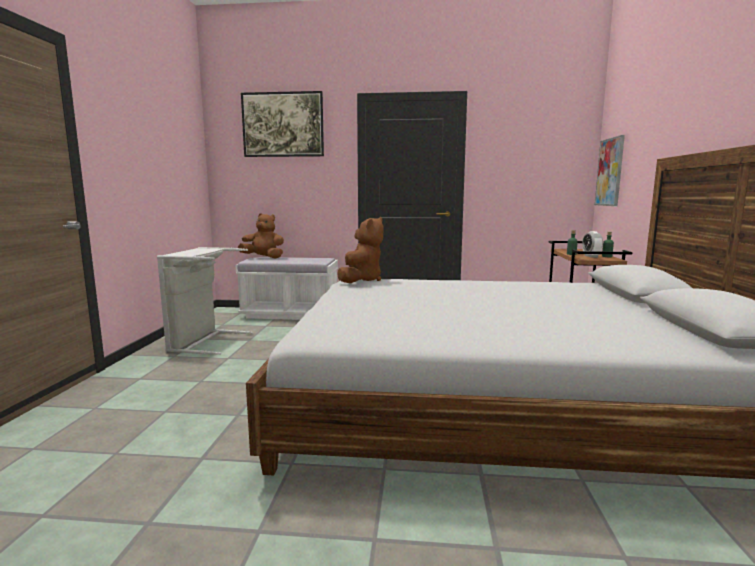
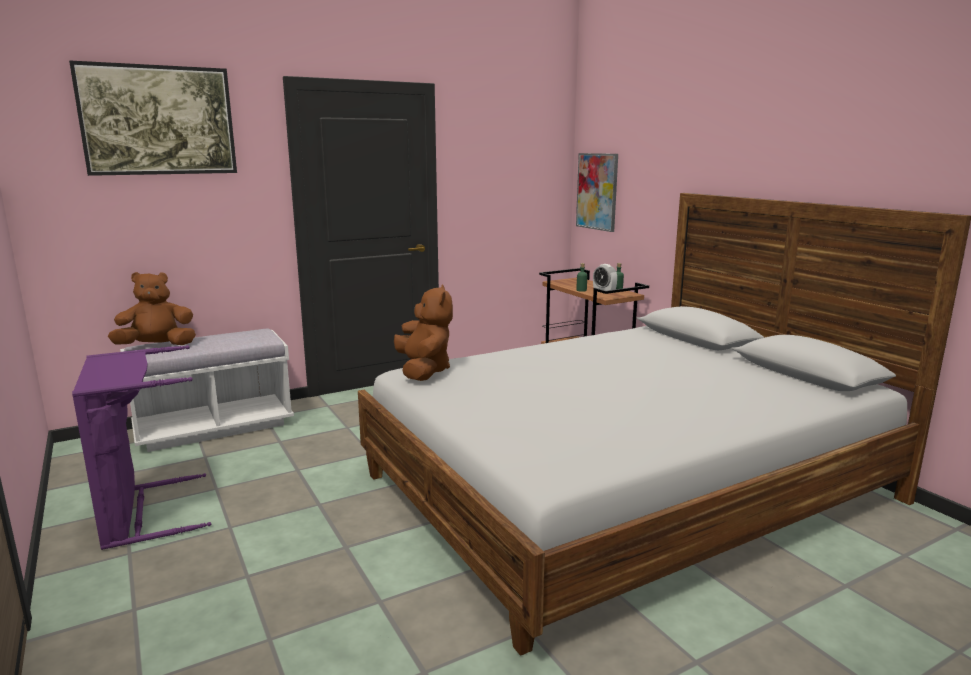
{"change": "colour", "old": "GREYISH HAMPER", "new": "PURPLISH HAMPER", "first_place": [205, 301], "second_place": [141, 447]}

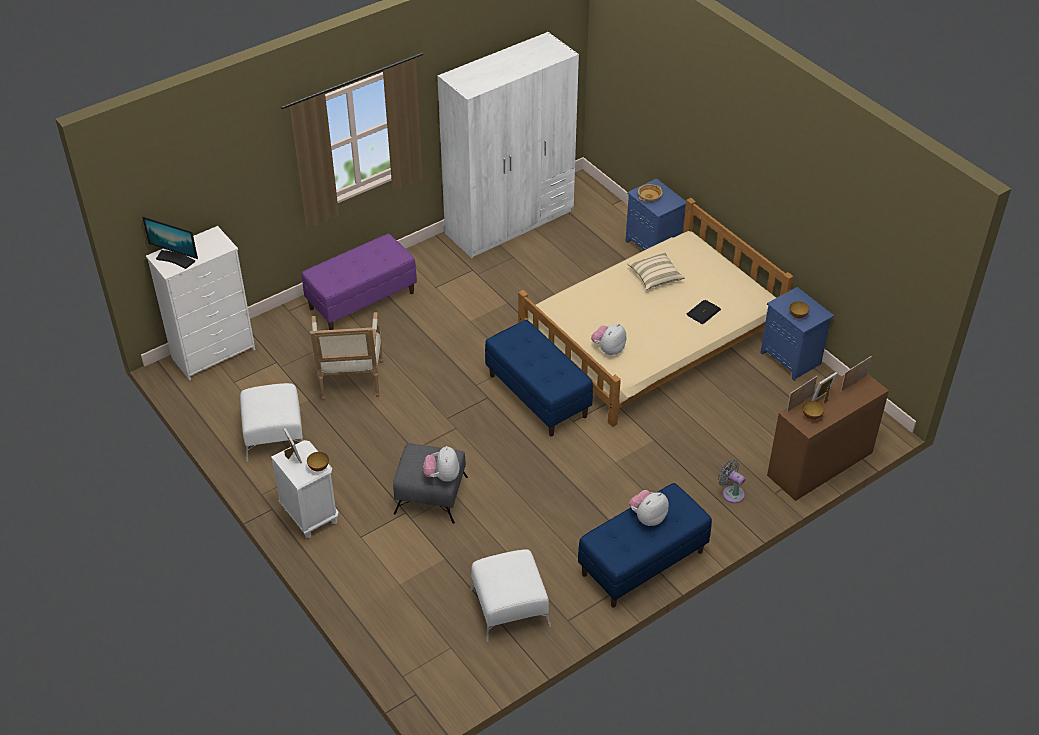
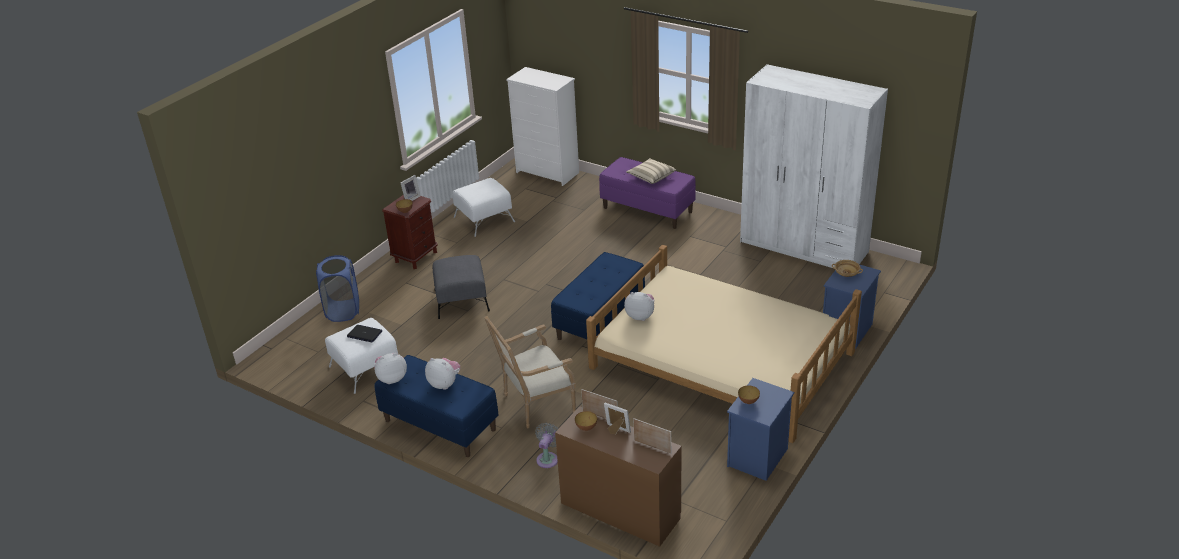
{"change": "appeared", "new": "BLUE-COLOURED HAMPER", "second_place": [337, 288]}
{"change": "relocated", "old": "LAPTOP", "first_place": [704, 312], "second_place": [364, 333]}
{"change": "relocated", "old": "SOFT TOY", "first_place": [441, 464], "second_place": [390, 368]}
{"change": "colour", "old": "WHITE NIGHT TABLE", "new": "BROWN-COLOURED NIGHT TABLE", "first_place": [305, 489], "second_place": [410, 232]}
{"change": "relocated", "old": "EASY CHAIR", "first_place": [346, 356], "second_place": [530, 372]}
{"change": "relocated", "old": "BEIGE THROW PILLOW", "first_place": [656, 271], "second_place": [651, 171]}
{"change": "missing", "old": "COMPUTER SCREEN", "first_place": [170, 243]}

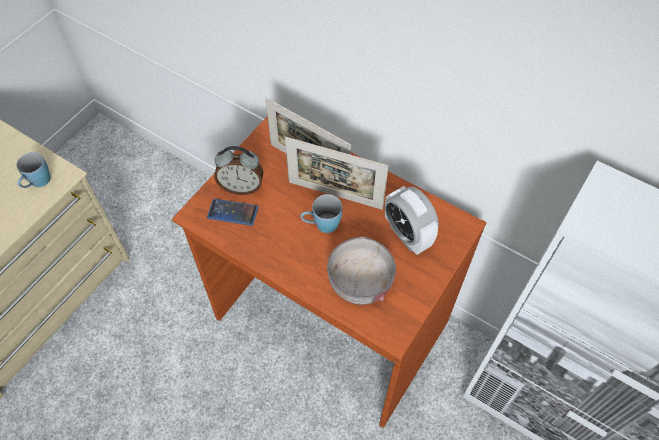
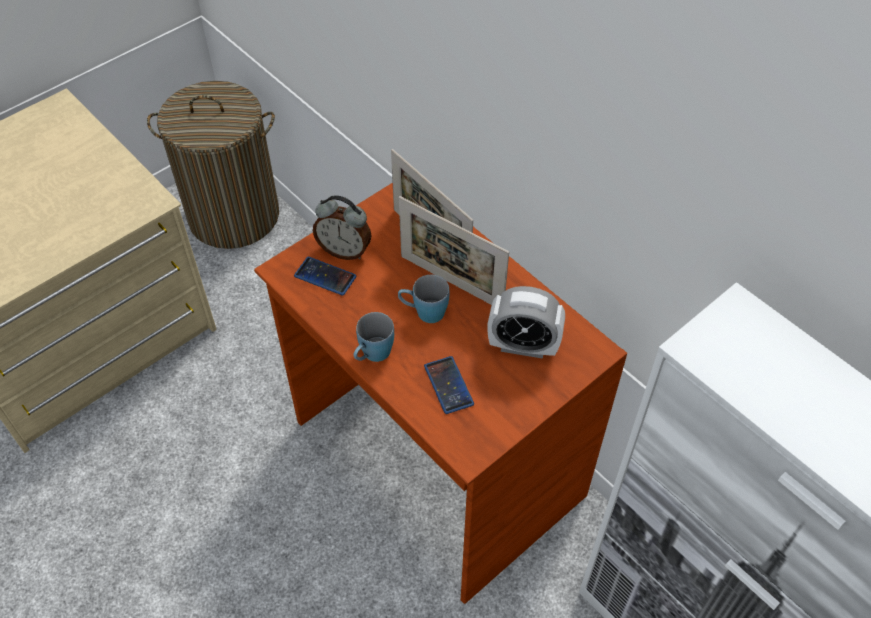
{"change": "appeared", "new": "HAMPER", "second_place": [213, 165]}
{"change": "relocated", "old": "BLUE-COLOURED MUG", "first_place": [33, 170], "second_place": [374, 337]}
{"change": "exchanged", "old": "GREYISH BOWL", "new": "PHONE", "first_place": [361, 271], "second_place": [449, 385]}
{"change": "spun", "old": "TABLE CLOCK", "first_place": [412, 220], "second_place": [526, 322], "degrees": -60}

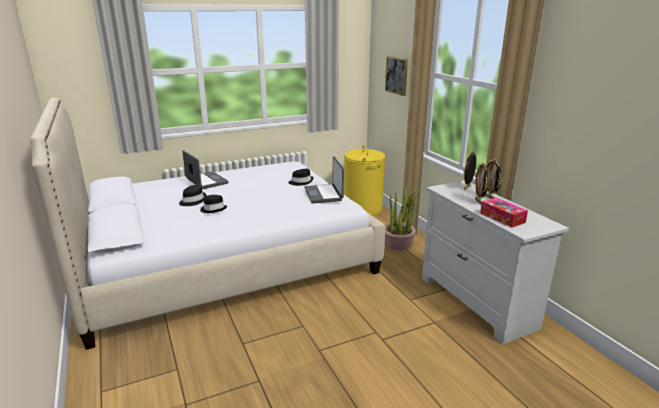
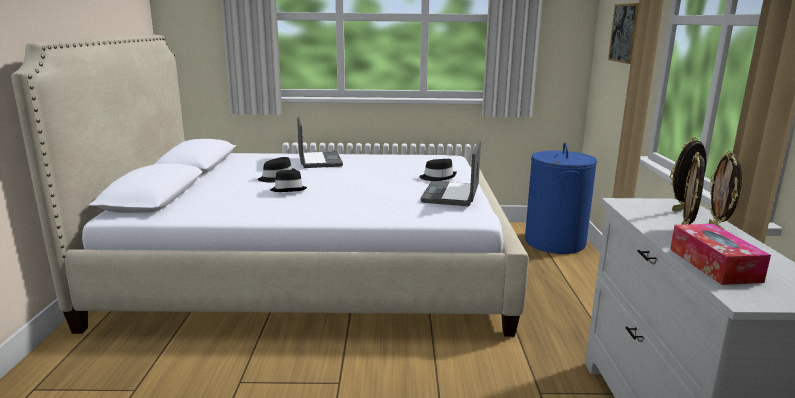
{"change": "colour", "old": "YELLOWISH HAMPER", "new": "BLUE-COLOURED HAMPER", "first_place": [364, 180], "second_place": [561, 198]}
{"change": "missing", "old": "HOUSEPLANT", "first_place": [400, 218]}

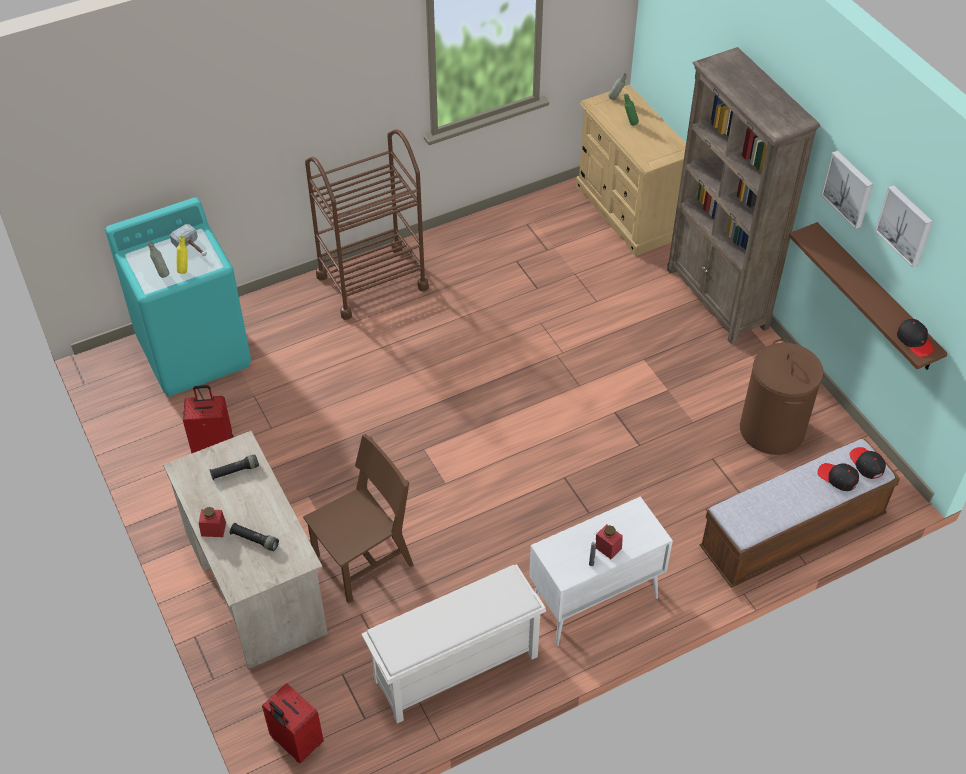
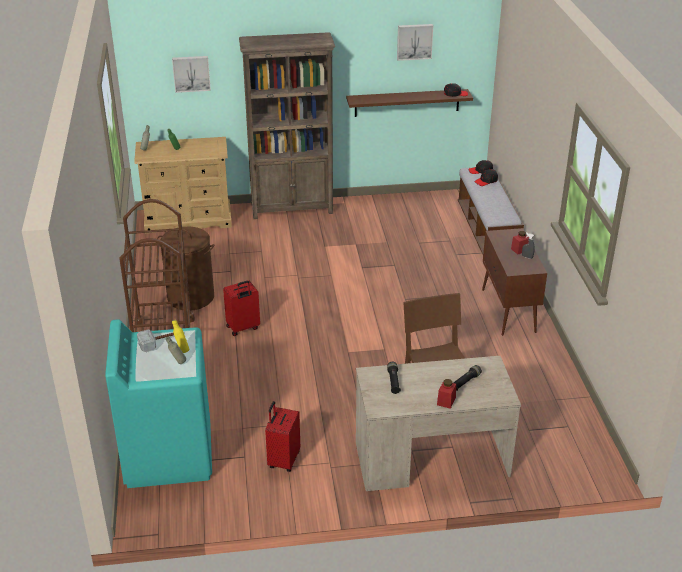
{"change": "relocated", "old": "BROWN-COLOURED HAMPER", "first_place": [782, 397], "second_place": [186, 268]}
{"change": "relocated", "old": "WALL PICTURE", "first_place": [847, 189], "second_place": [191, 74]}
{"change": "relocated", "old": "RED SUITCASE", "first_place": [293, 723], "second_place": [241, 308]}
{"change": "colour", "old": "WHITE STORAGE CABINET", "new": "BROWN-COLOURED STORAGE CABINET", "first_place": [601, 571], "second_place": [514, 282]}
{"change": "missing", "old": "WHITE SHOE RACK", "first_place": [454, 643]}

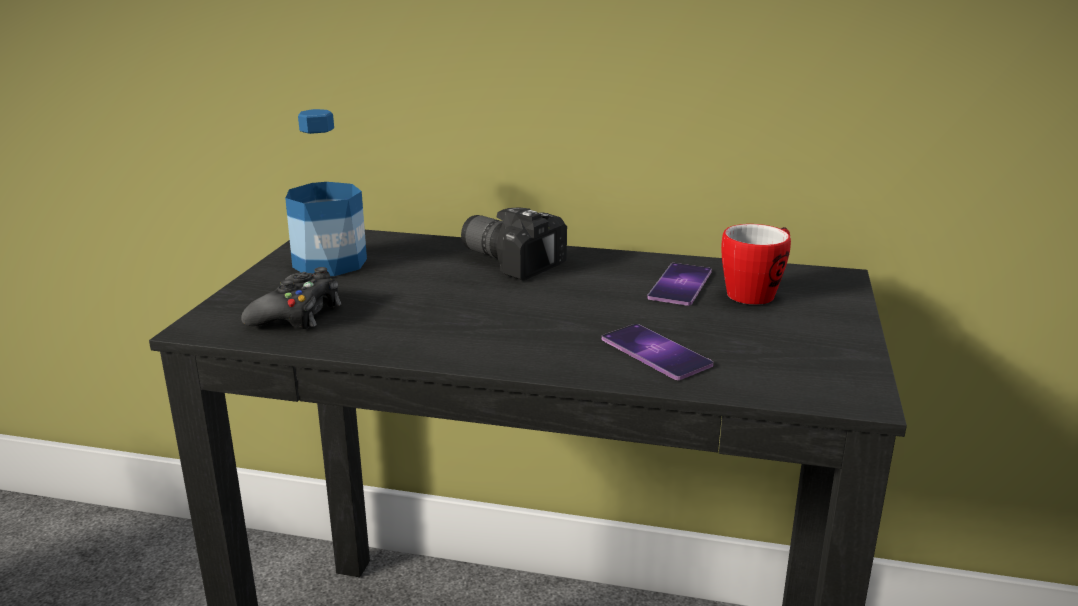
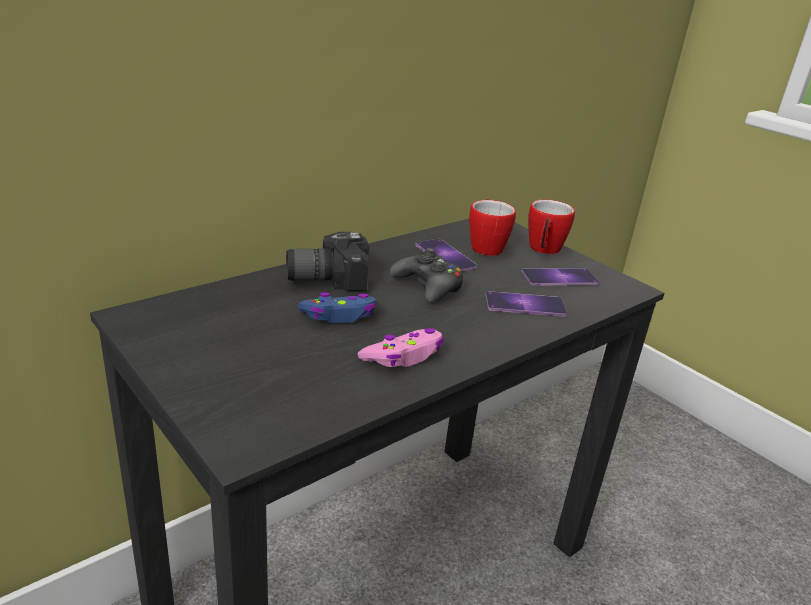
{"change": "appeared", "new": "BLUE-COLOURED GAME CONTROLLER", "second_place": [337, 307]}
{"change": "appeared", "new": "PINKISH GAME CONTROLLER", "second_place": [400, 347]}
{"change": "relocated", "old": "BLACK GAME CONTROLLER", "first_place": [291, 298], "second_place": [426, 275]}
{"change": "appeared", "new": "PHONE", "second_place": [560, 277]}
{"change": "appeared", "new": "MUG", "second_place": [551, 227]}
{"change": "missing", "old": "BOTTLE", "first_place": [326, 192]}

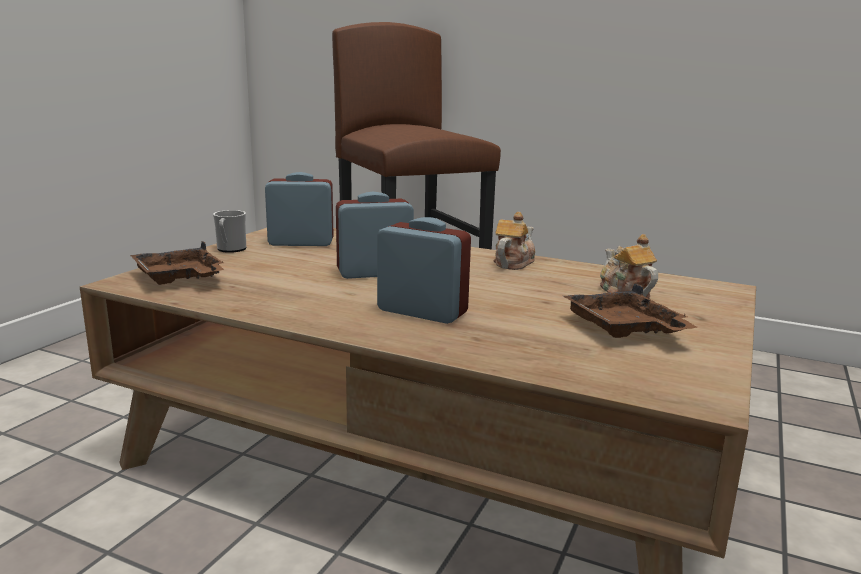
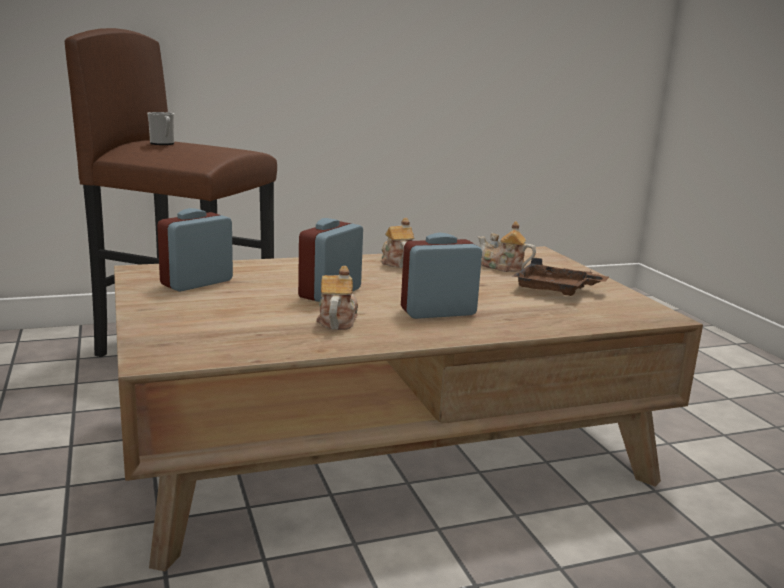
{"change": "relocated", "old": "MUG", "first_place": [229, 231], "second_place": [160, 128]}
{"change": "appeared", "new": "POT FOR TEA", "second_place": [337, 298]}
{"change": "missing", "old": "BROWN-COLOURED CARRYING TRAY", "first_place": [177, 263]}

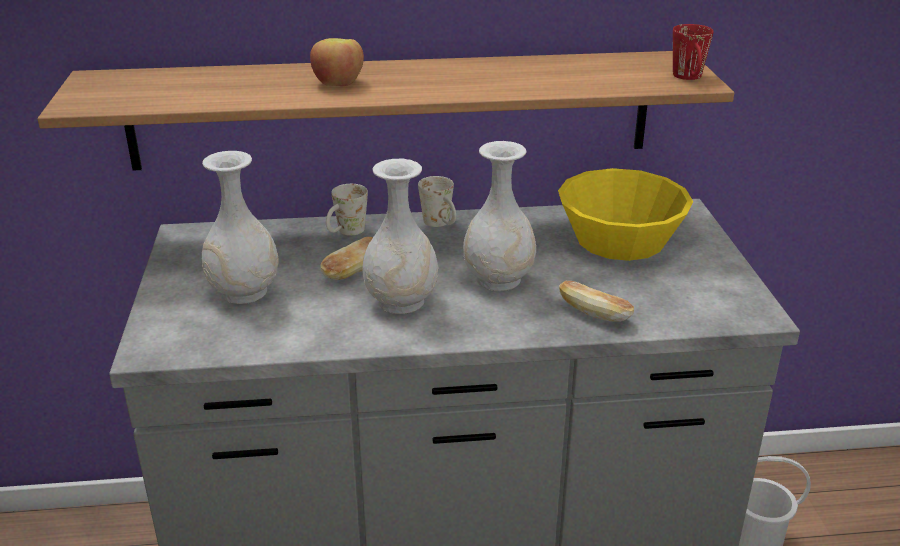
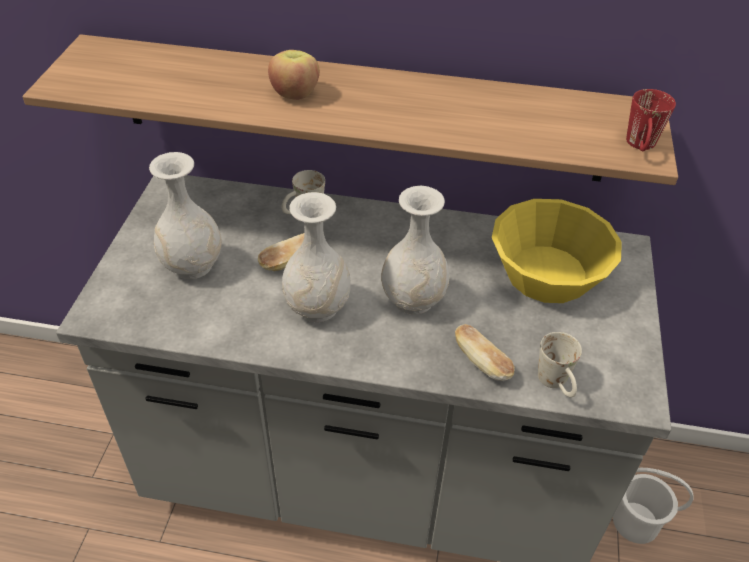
{"change": "relocated", "old": "WHITE MUG", "first_place": [437, 201], "second_place": [560, 365]}

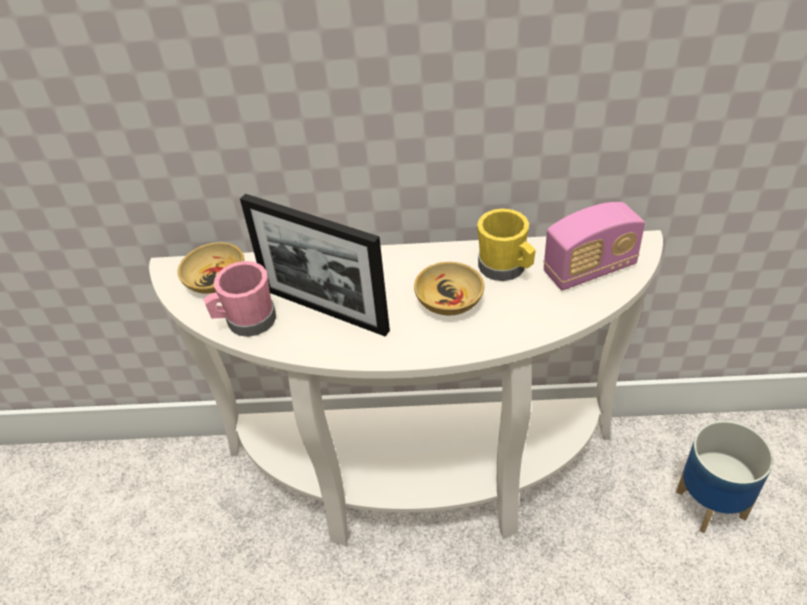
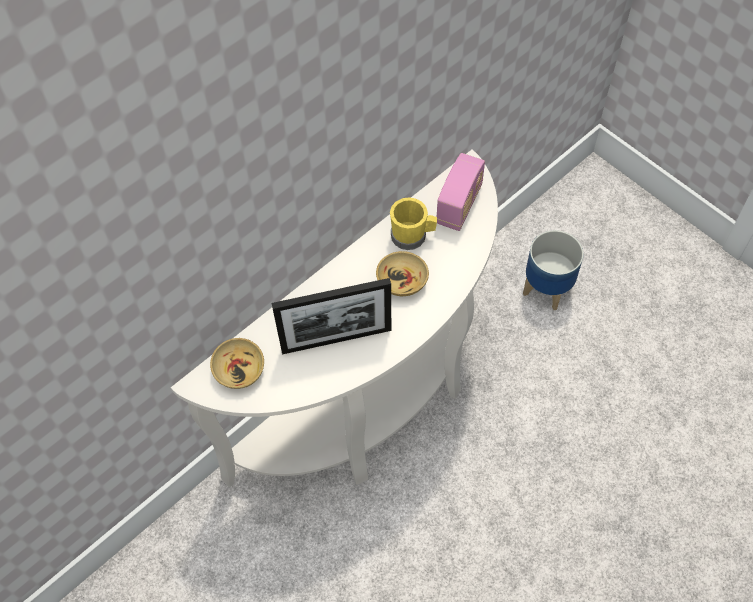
{"change": "missing", "old": "PINKISH MUG", "first_place": [240, 299]}

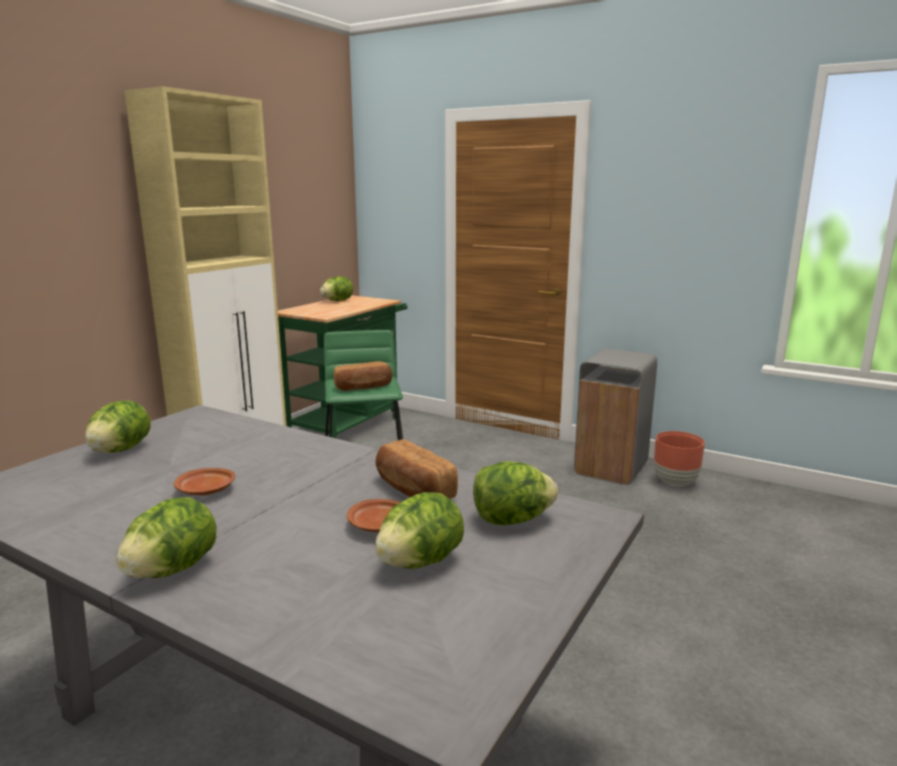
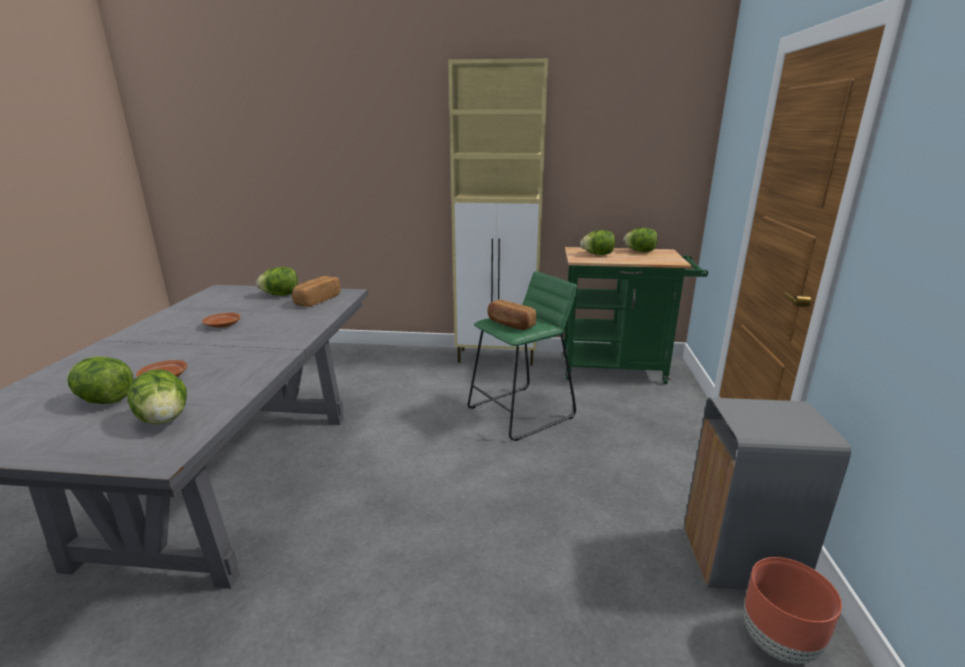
{"change": "relocated", "old": "BAKED BREAD", "first_place": [417, 469], "second_place": [316, 291]}
{"change": "relocated", "old": "HEAD OF LETTUCE", "first_place": [166, 537], "second_place": [597, 242]}

